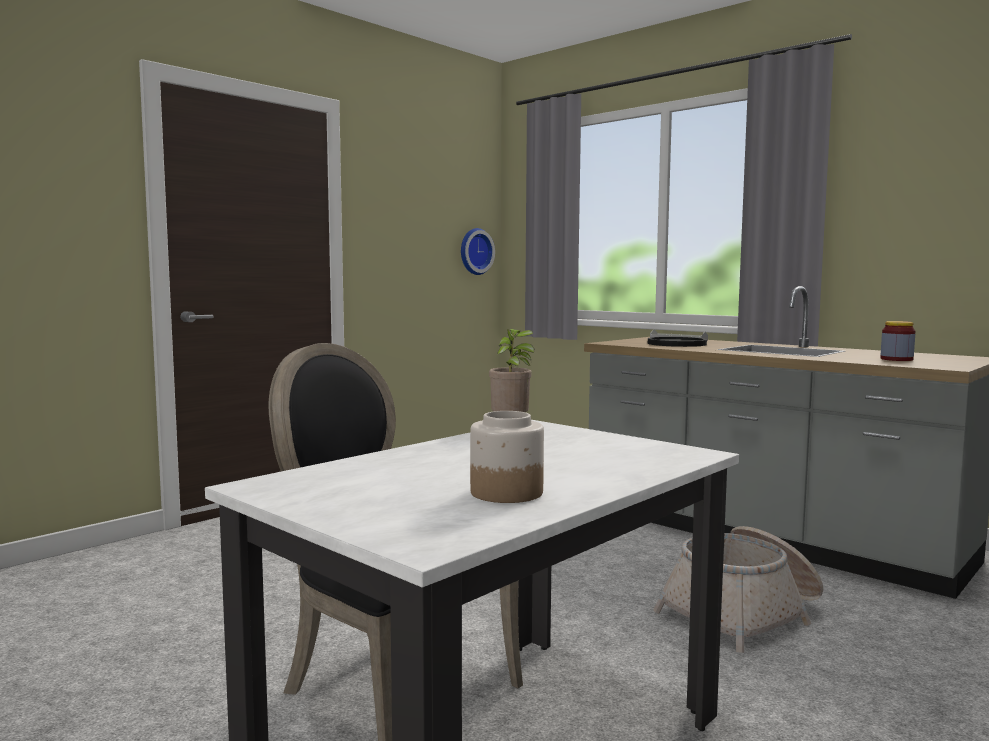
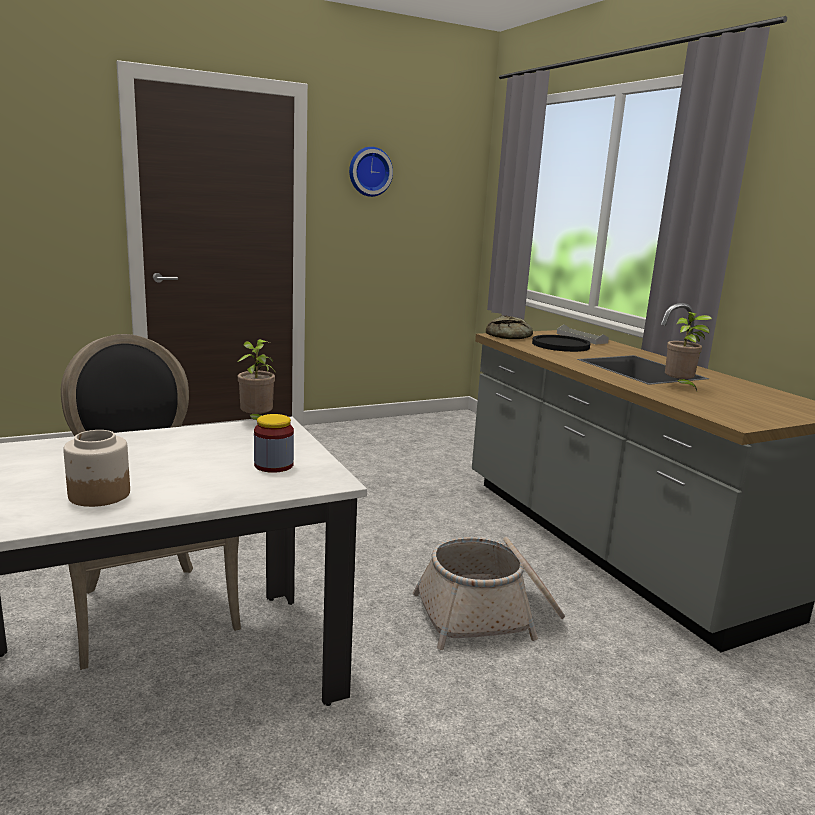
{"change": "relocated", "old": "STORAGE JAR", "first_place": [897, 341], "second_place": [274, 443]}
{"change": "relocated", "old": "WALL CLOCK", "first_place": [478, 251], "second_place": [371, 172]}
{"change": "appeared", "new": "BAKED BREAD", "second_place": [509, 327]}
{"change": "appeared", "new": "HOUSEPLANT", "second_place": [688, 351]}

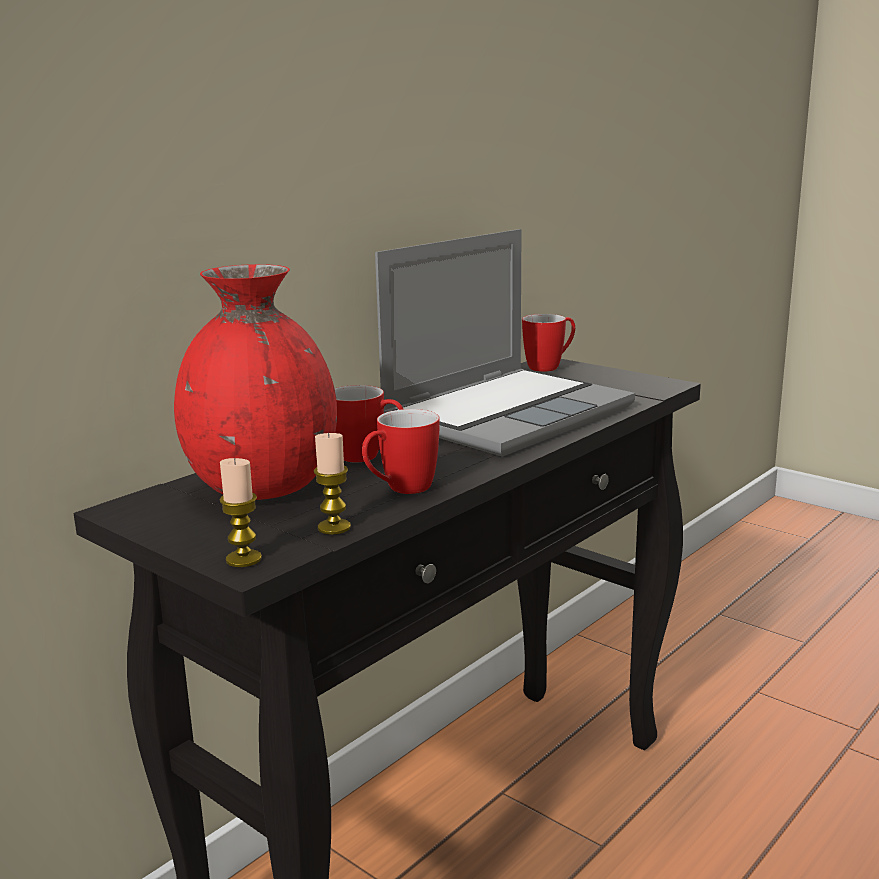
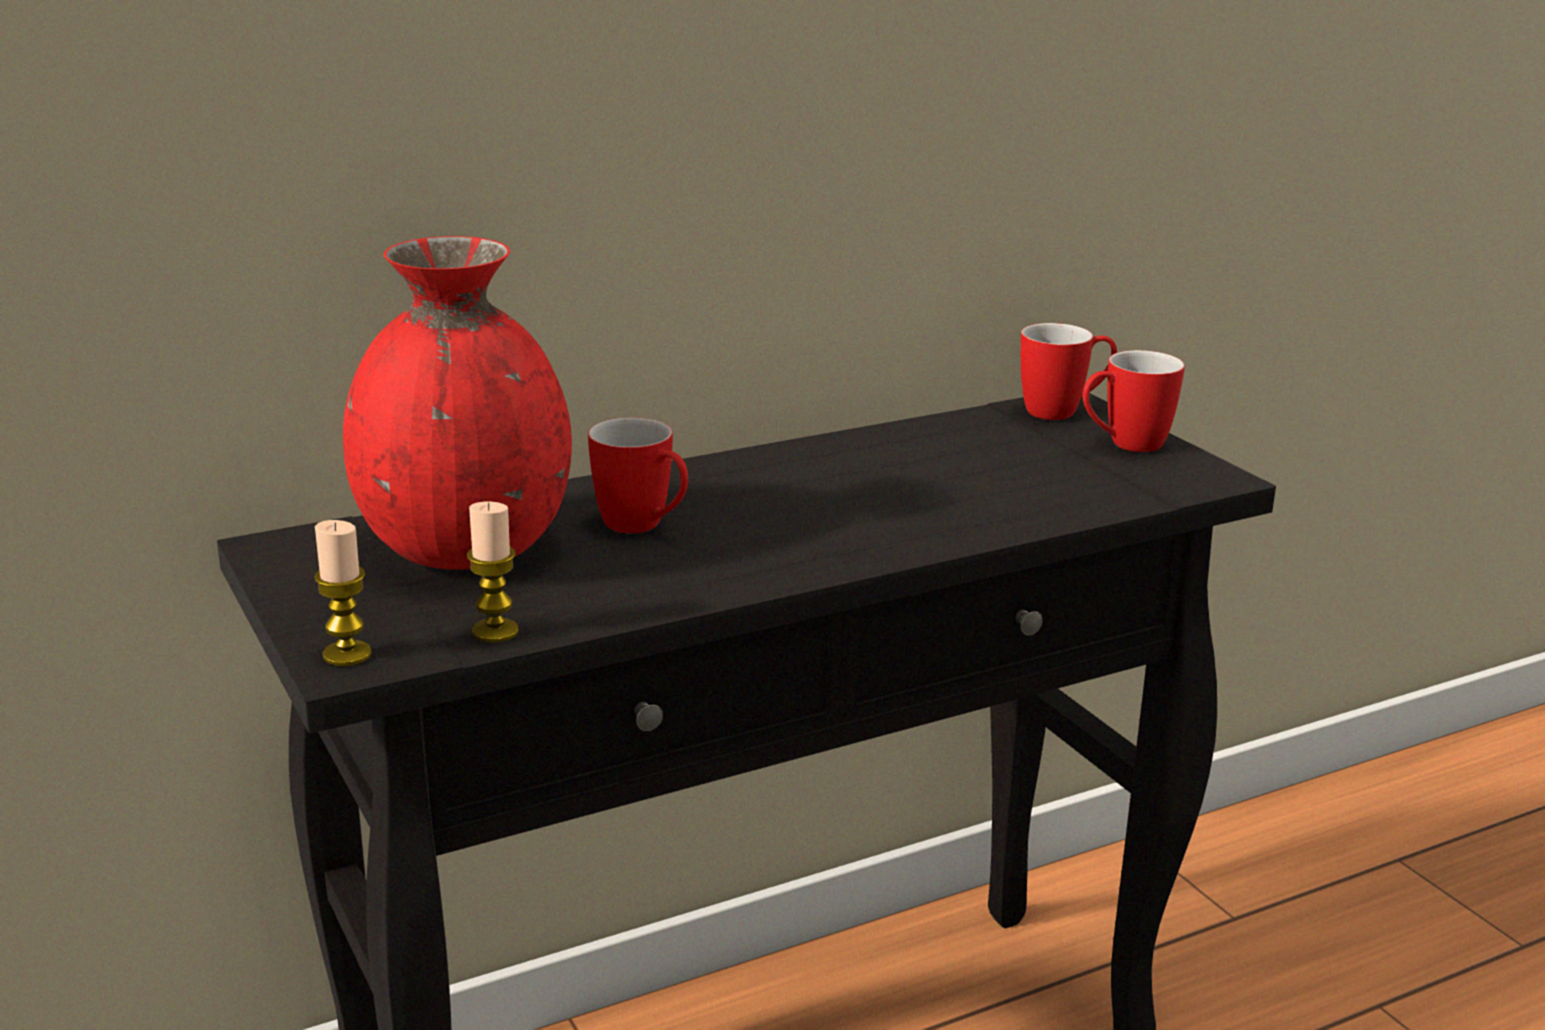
{"change": "relocated", "old": "MUG", "first_place": [401, 451], "second_place": [1134, 401]}
{"change": "missing", "old": "LAPTOP", "first_place": [505, 343]}

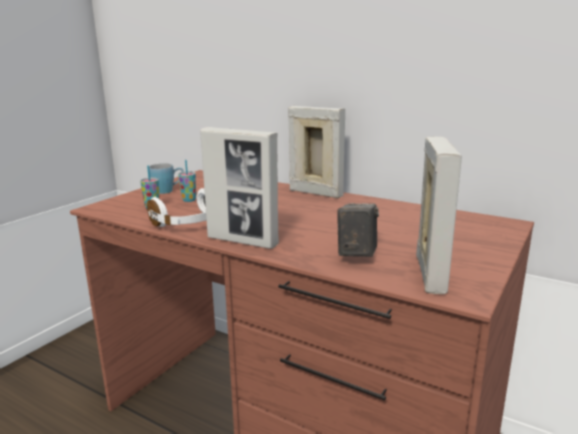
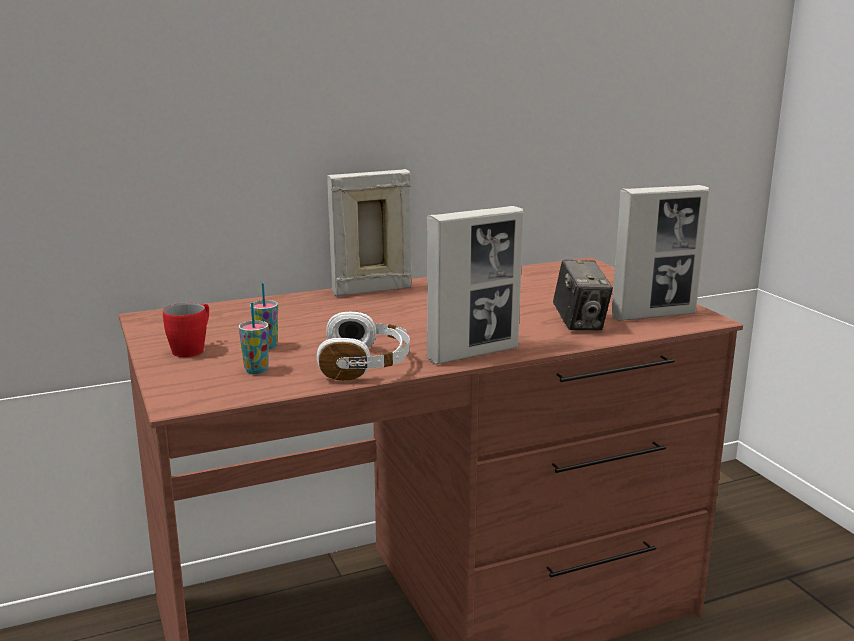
{"change": "colour", "old": "BLUE-COLOURED MUG", "new": "RED MUG", "first_place": [166, 178], "second_place": [186, 330]}
{"change": "spun", "old": "PHOTO CAMERA", "first_place": [358, 230], "second_place": [583, 295], "degrees": -150}
{"change": "spun", "old": "PHOTO FRAME", "first_place": [439, 215], "second_place": [660, 253], "degrees": 120}

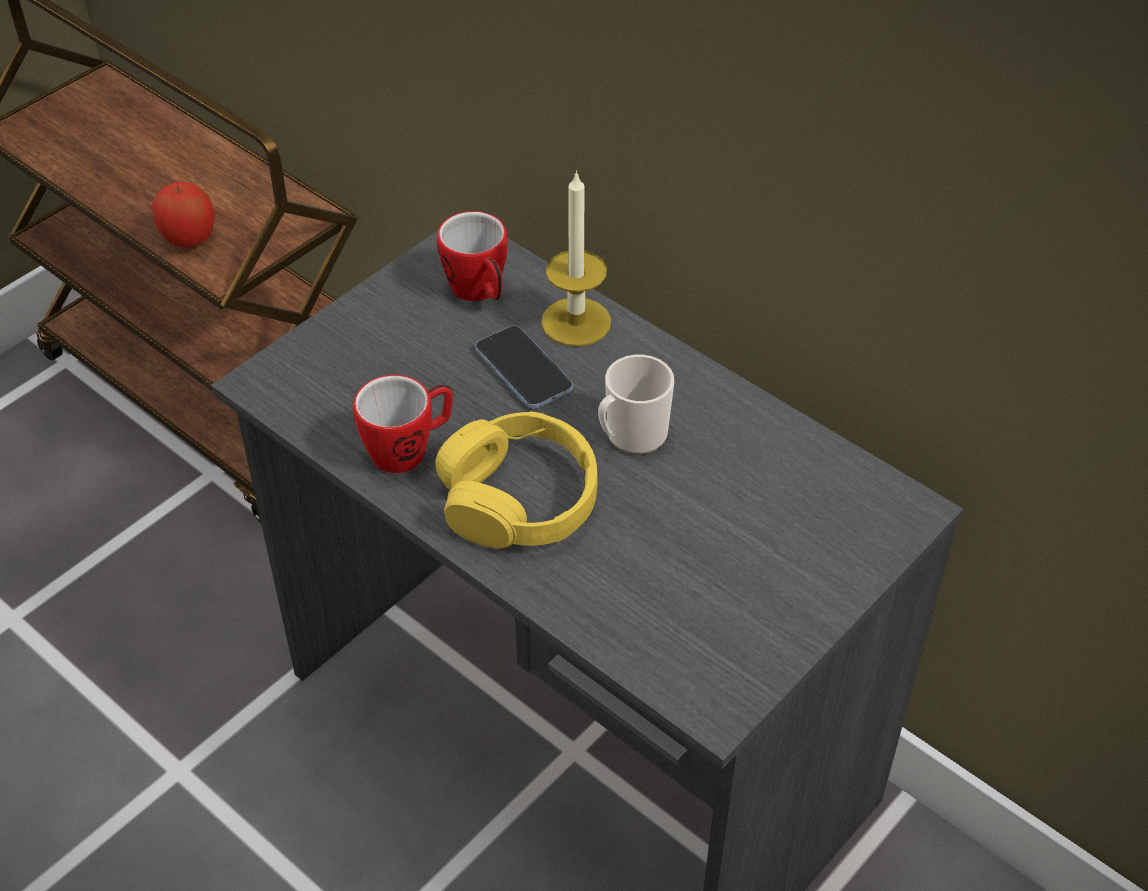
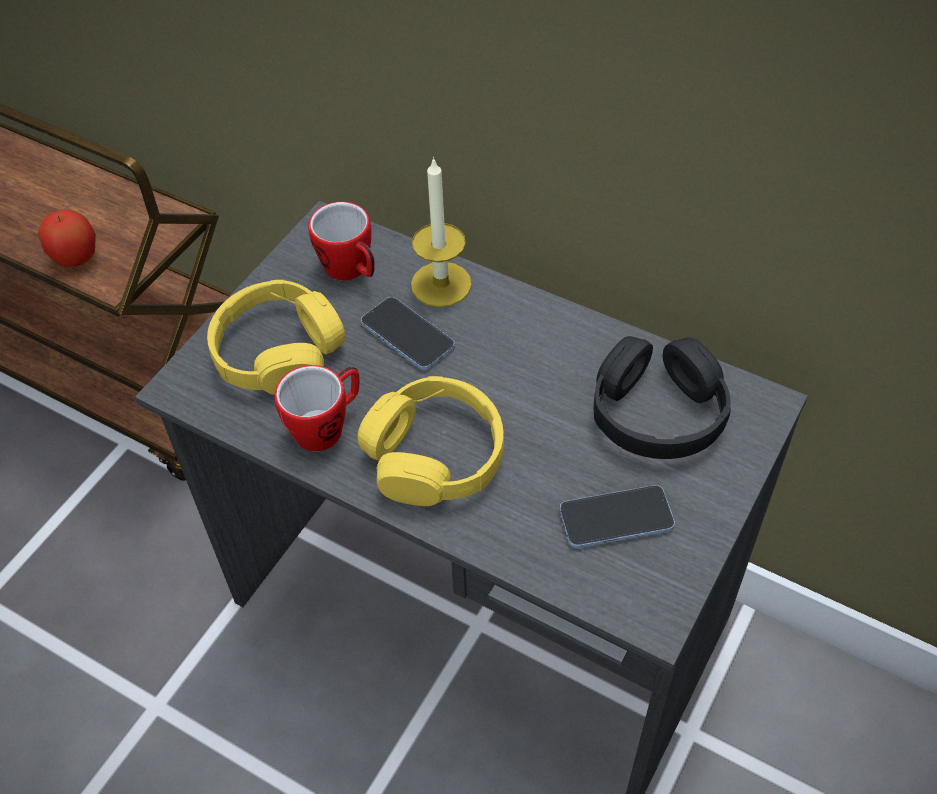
{"change": "appeared", "new": "YELLOWISH HEADSET", "second_place": [276, 337]}
{"change": "appeared", "new": "PHONE", "second_place": [617, 516]}
{"change": "appeared", "new": "BLACK HEADSET", "second_place": [662, 397]}
{"change": "missing", "old": "MUG", "first_place": [636, 405]}

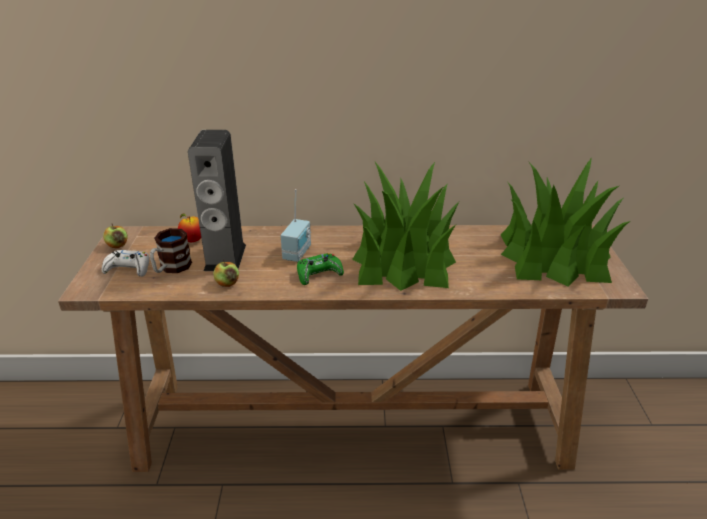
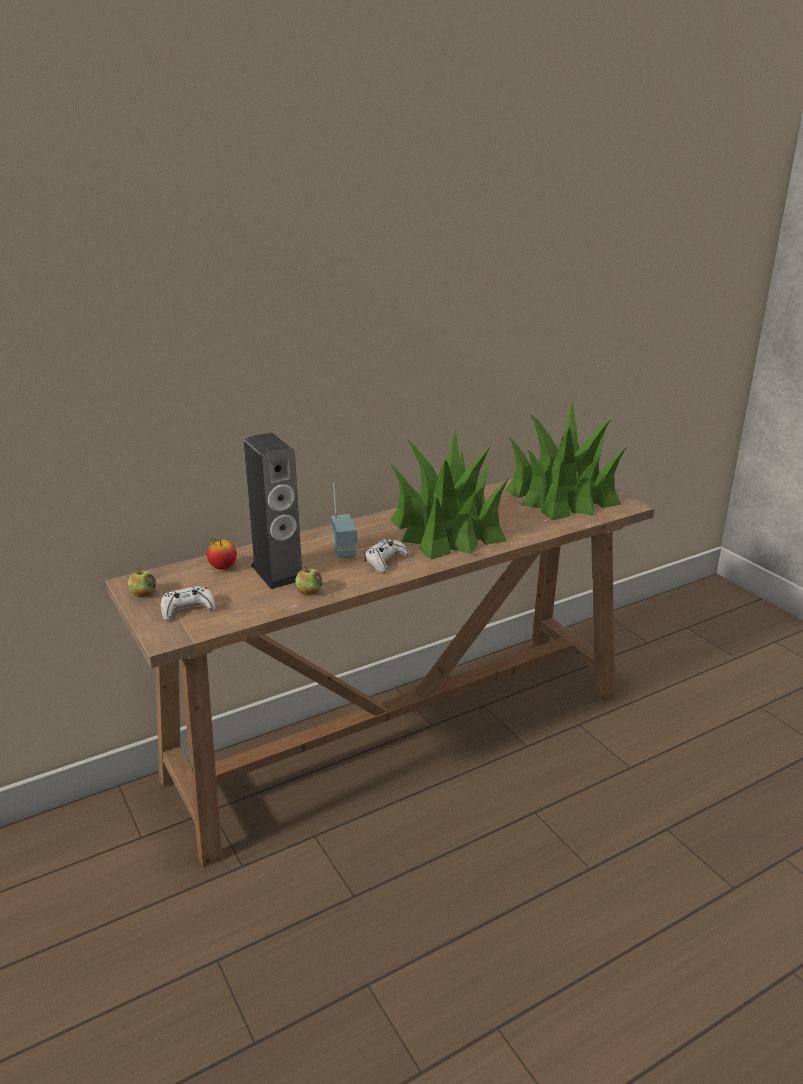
{"change": "colour", "old": "GREENISH GAME CONTROLLER", "new": "WHITE GAME CONTROLLER", "first_place": [320, 269], "second_place": [386, 555]}
{"change": "missing", "old": "MUG", "first_place": [171, 250]}

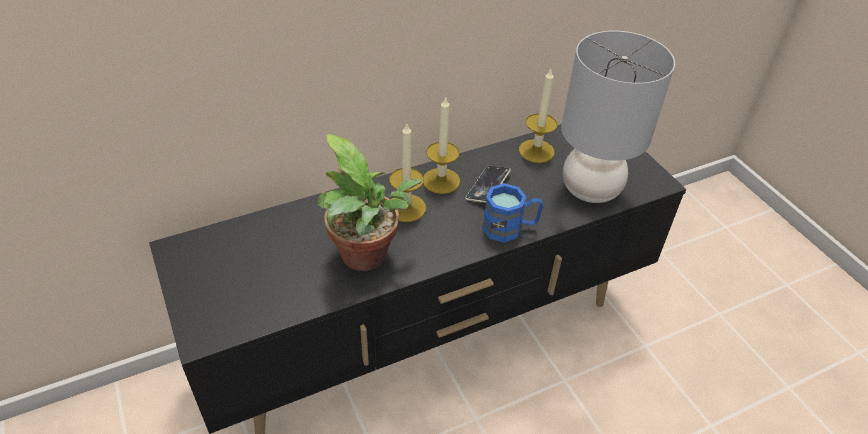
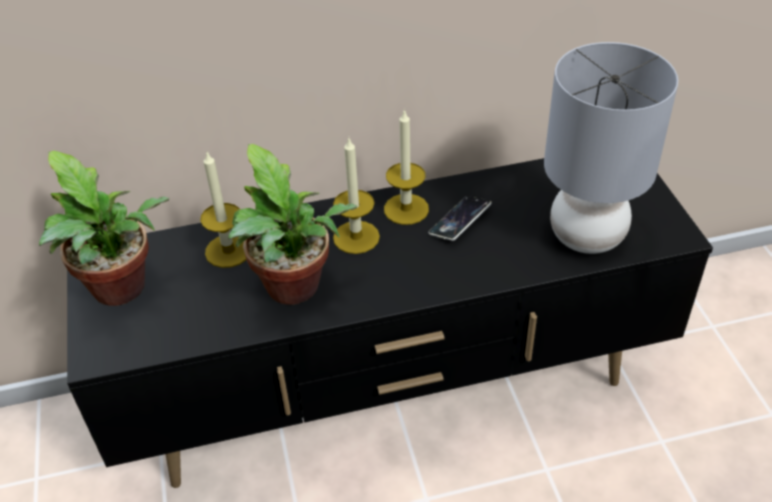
{"change": "appeared", "new": "HOUSEPLANT", "second_place": [104, 228]}
{"change": "relocated", "old": "WAX LIGHT", "first_place": [538, 116], "second_place": [223, 209]}
{"change": "missing", "old": "BLUE-COLOURED MUG", "first_place": [512, 213]}

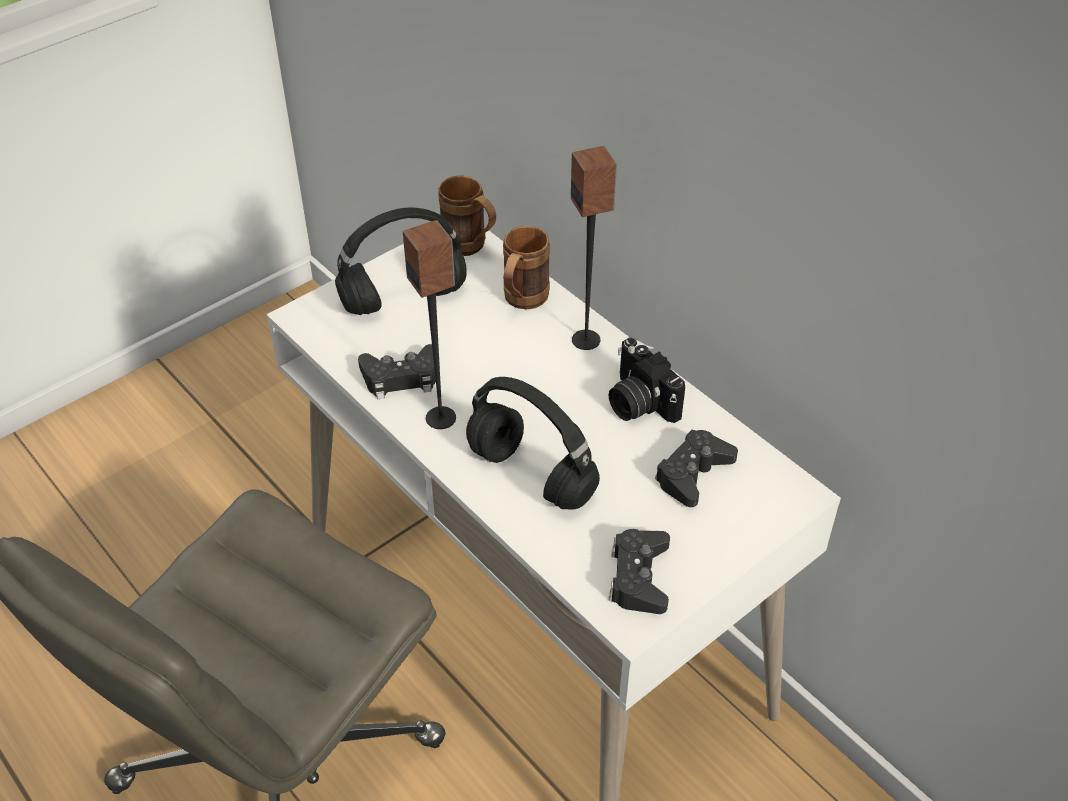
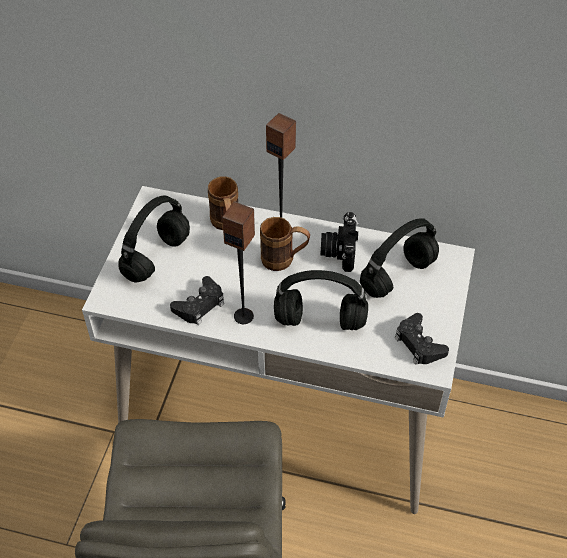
{"change": "relocated", "old": "BROWN-COLOURED MUG", "first_place": [467, 215], "second_place": [285, 244]}
{"change": "spun", "old": "PHOTO CAMERA", "first_place": [646, 380], "second_place": [339, 242], "degrees": 75}
{"change": "exchanged", "old": "BLACK GAME CONTROLLER", "new": "BLACK HEADSET", "first_place": [696, 468], "second_place": [399, 258]}

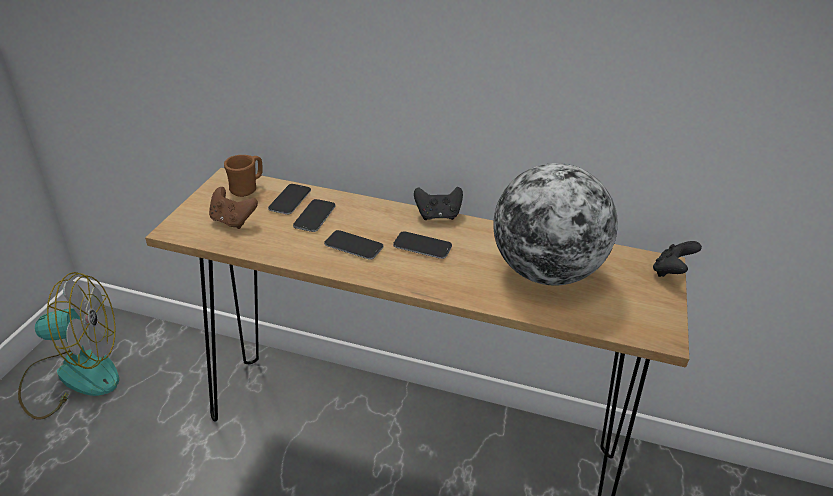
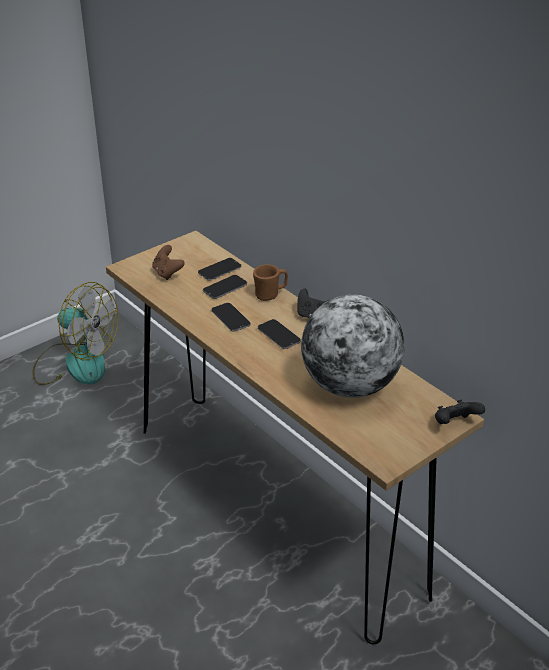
{"change": "relocated", "old": "BROWN-COLOURED MUG", "first_place": [243, 176], "second_place": [270, 283]}

